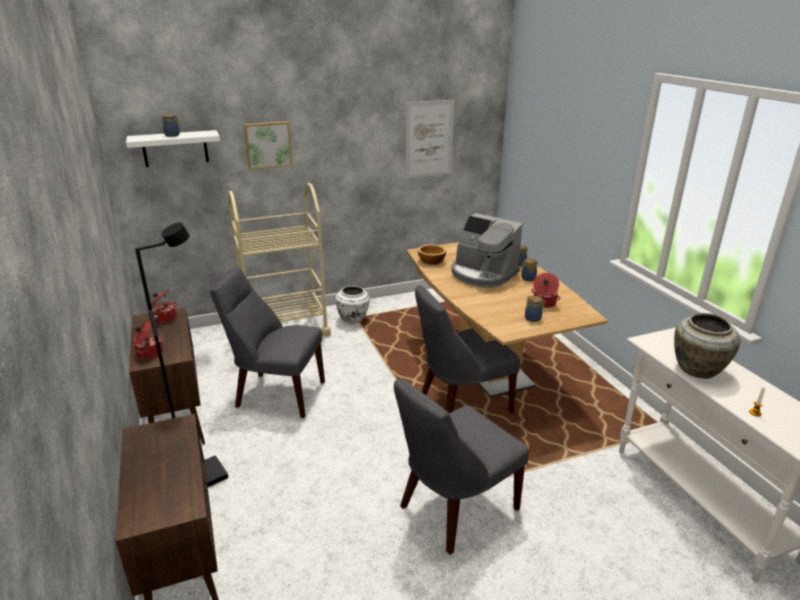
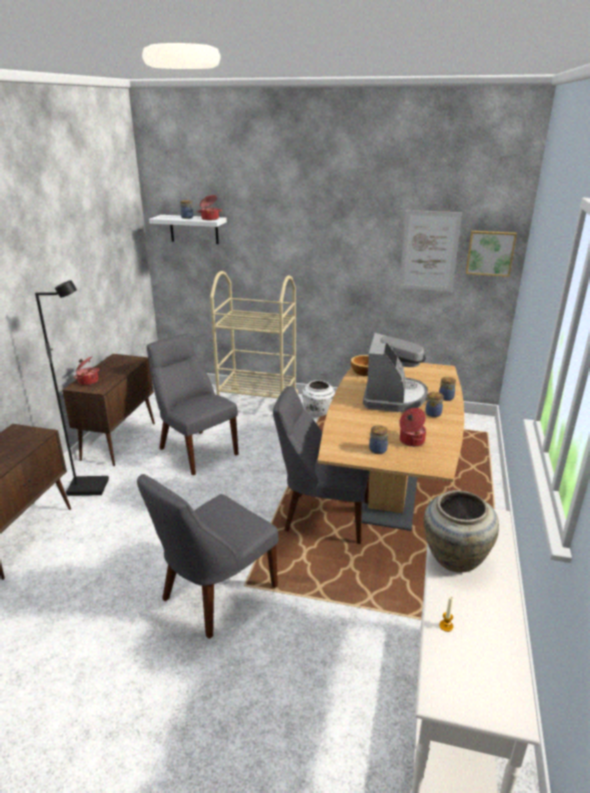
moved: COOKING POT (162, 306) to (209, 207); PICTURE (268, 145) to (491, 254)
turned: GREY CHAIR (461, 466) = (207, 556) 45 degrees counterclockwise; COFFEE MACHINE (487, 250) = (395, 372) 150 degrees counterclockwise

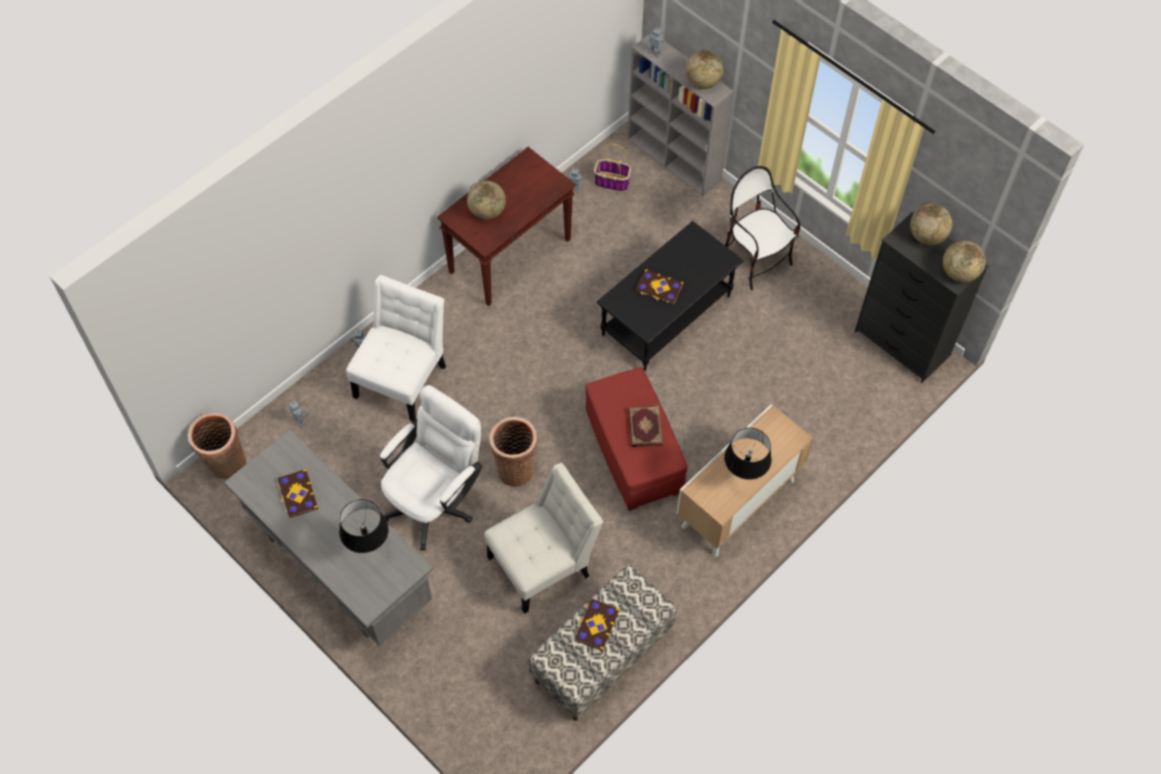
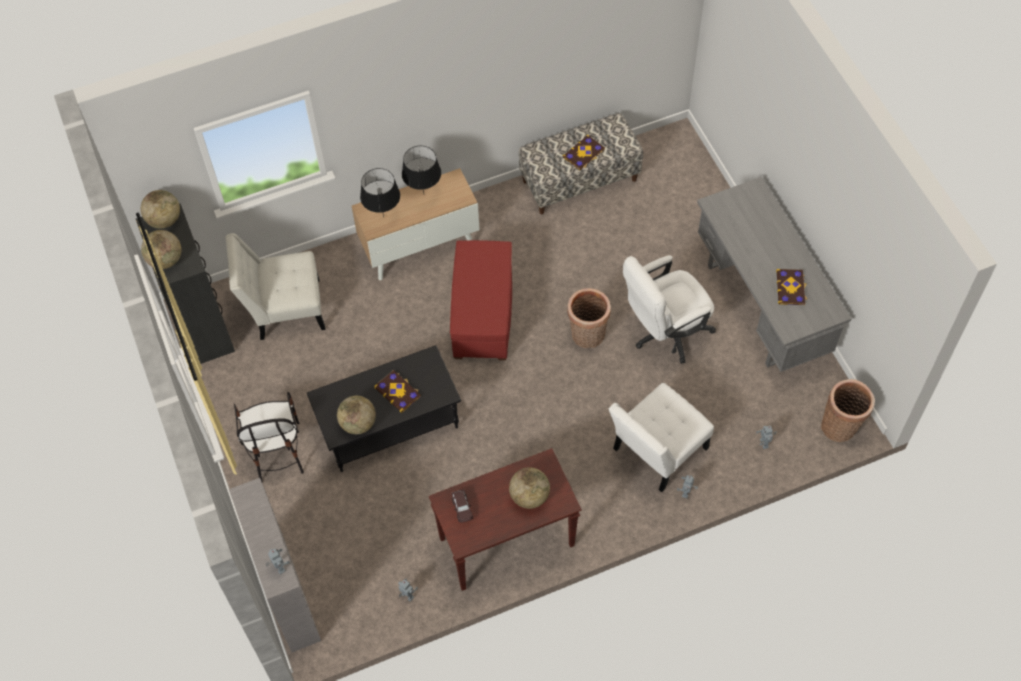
removed: BASKET (612, 168); BOOK (645, 426)
added: BROWN TOY CAR (462, 506)
moved: BLACK TABLE LAMP (364, 526) to (380, 193); WHITE CHAIR (544, 538) to (276, 286); GLOBE (704, 69) to (356, 415)

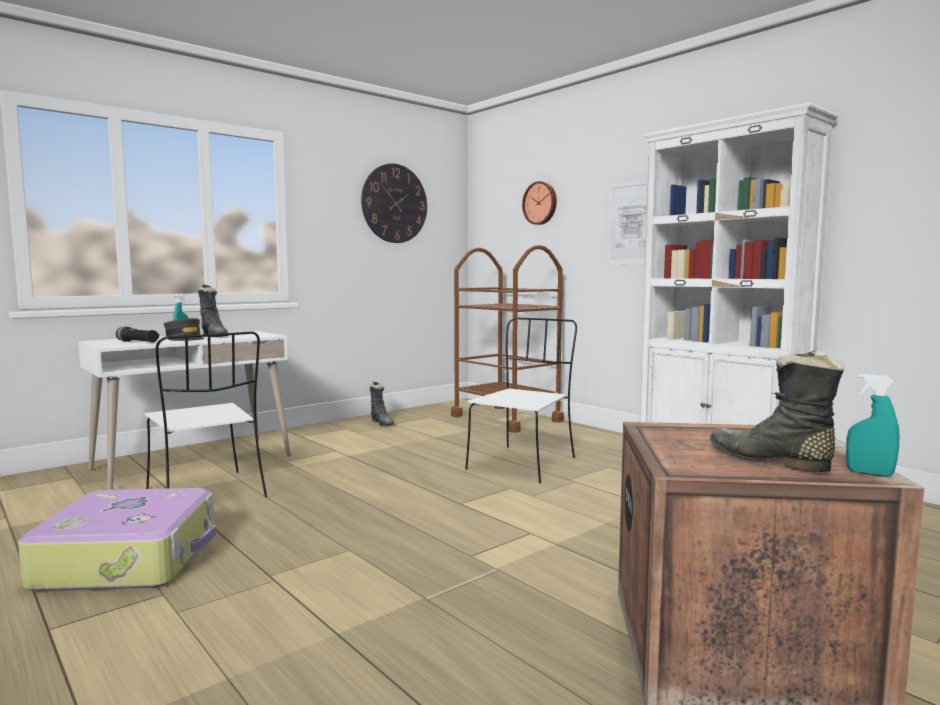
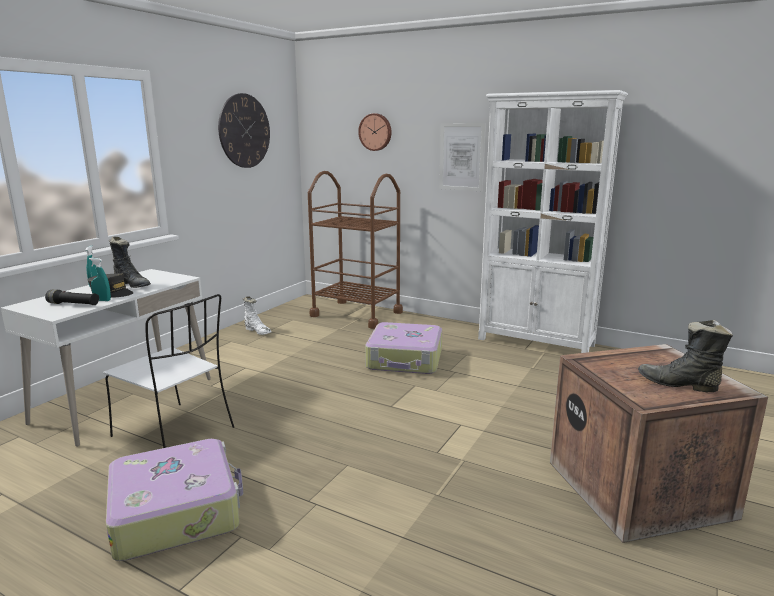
moved: TURQUOISE SPRAY BOTTLE (872, 425) to (100, 279)
replaced: WHITE CHAIR (521, 400) to SUITCASE (403, 348)
recoloured: BLACK BOOT (382, 403) to WHITE BOOT (257, 315)

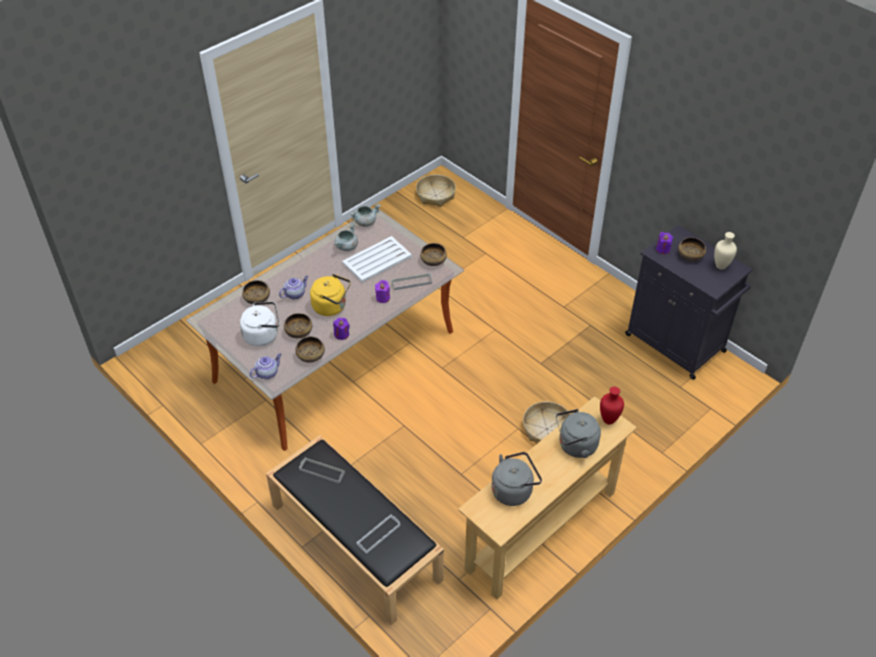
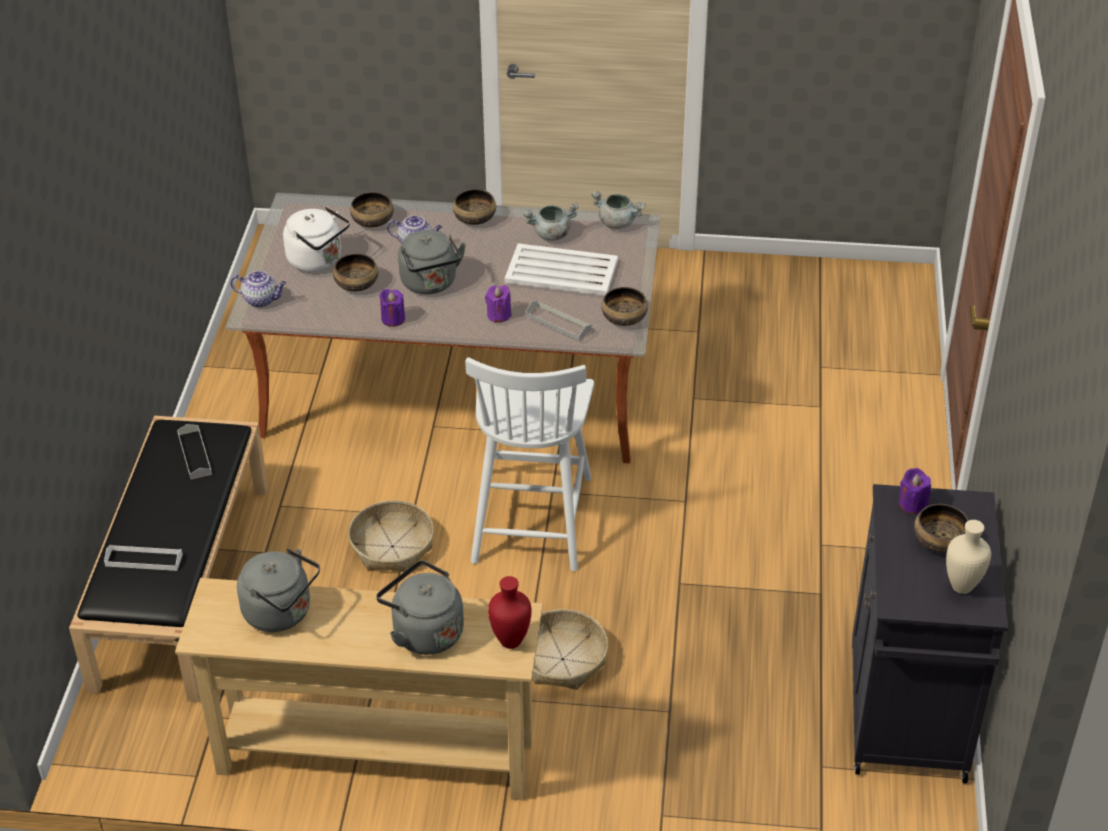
added: WHITE CHAIR (529, 464)
moved: BOWL (310, 349) to (474, 207); BASKET (436, 191) to (391, 536)
recoloured: YELLOW KETTLE (330, 295) to GREY KETTLE (432, 262)

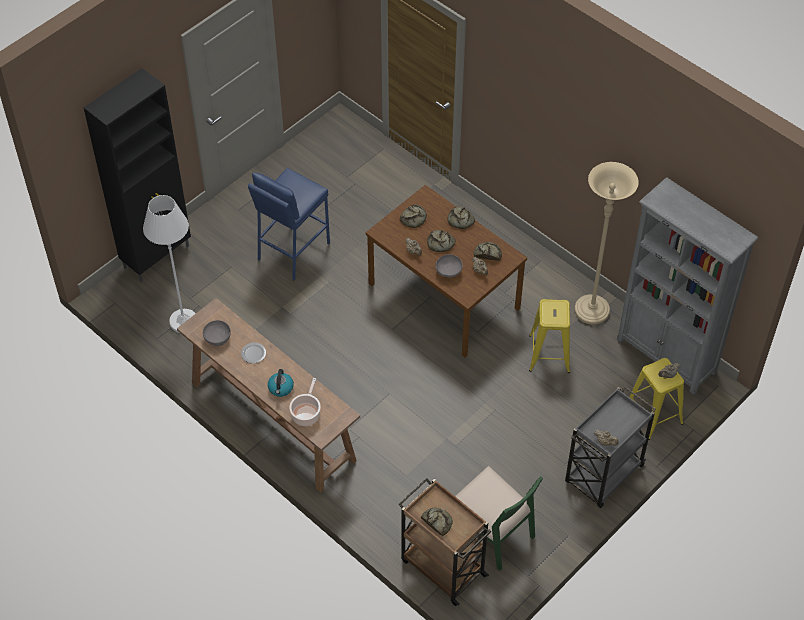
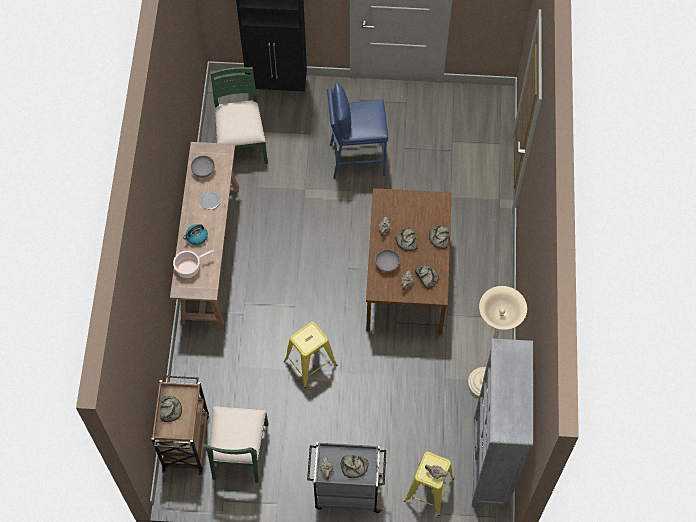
moved: BREAD (413, 216) to (354, 466); YELLOW STOOL (549, 336) to (310, 355)
replaced: WHITE FLOOR LAMP (169, 264) to GREEN CHAIR (239, 115)

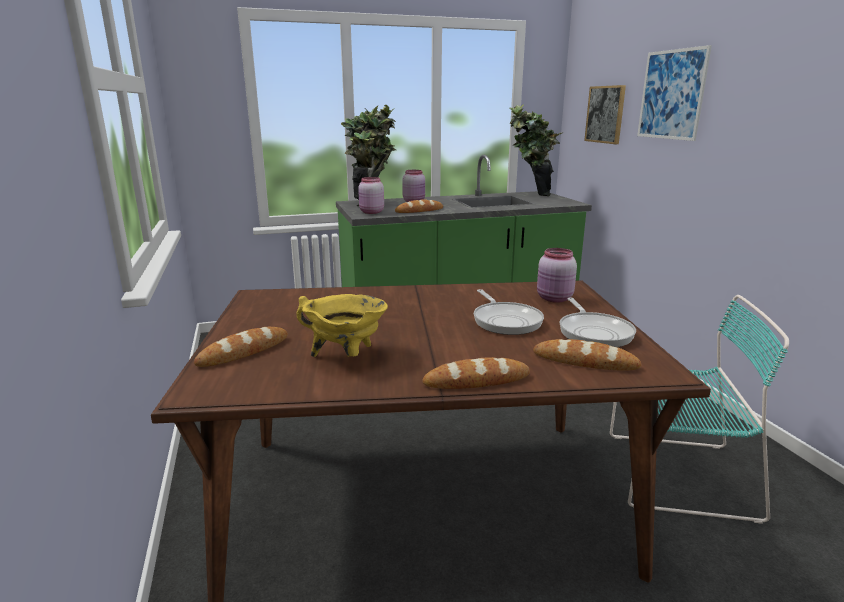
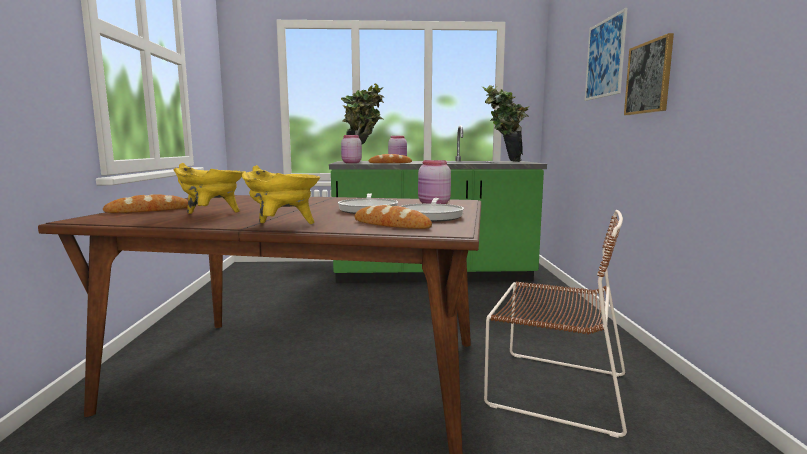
moved: PICTURE (605, 114) to (649, 74)
replaced: BREAD (476, 373) to YELLOW COOKING POT (281, 194)
recoloured: TURQUOISE CHAIR (699, 409) to BROWN CHAIR (555, 324)

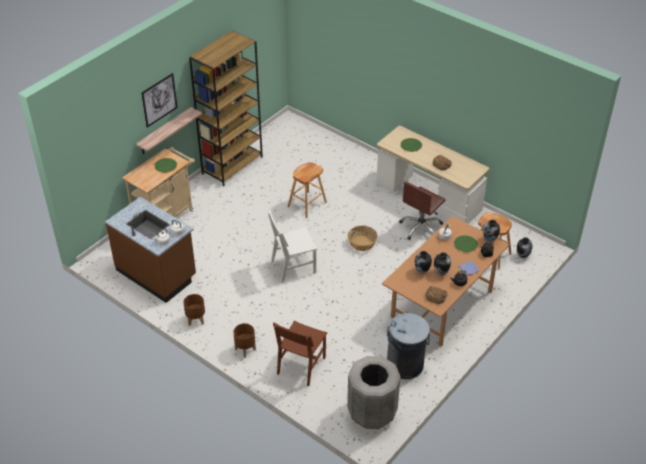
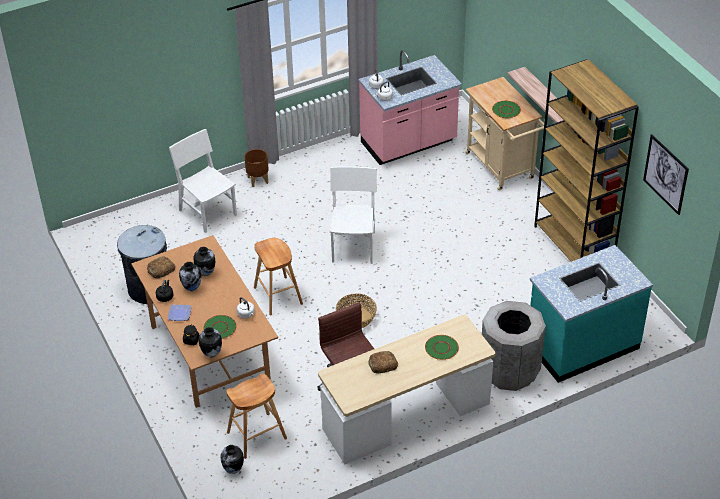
removed: BROWN PLANTER (194, 310)
added: TURQUOISE COUNTER (591, 314)
moved: PICTURE (159, 100) to (666, 174); BROWN STOOL (307, 190) to (278, 276); GREY TRASH CAN (373, 392) to (514, 346)
recoloured: BROWN COUNTER (150, 250) to PINK COUNTER (410, 107); BROWN CHAIR (300, 353) to WHITE CHAIR (203, 181)

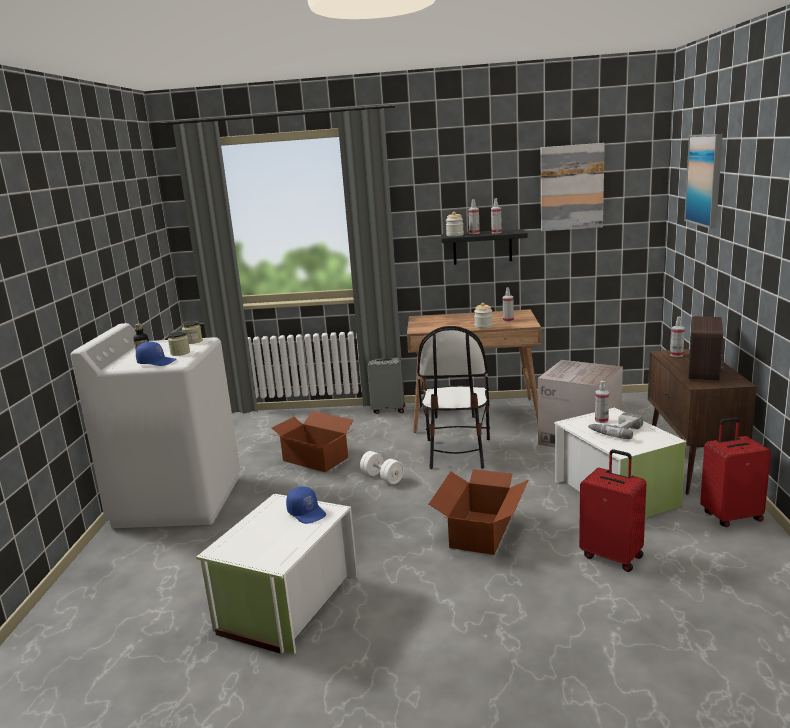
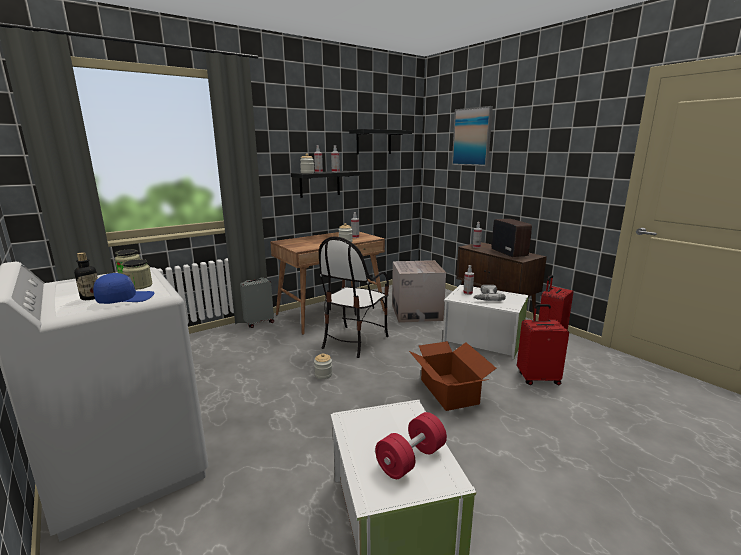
removed: CARDBOARD BOX (312, 441); BLUE CAP (306, 505)
added: RED DUMBBELL (411, 445)
replaced: WHITE DUMBBELL (382, 467) to JAR (323, 366); PICTURE (573, 187) to BLACK SHELF (380, 141)
turned: CHAIR (453, 397) = (354, 297) 60 degrees clockwise

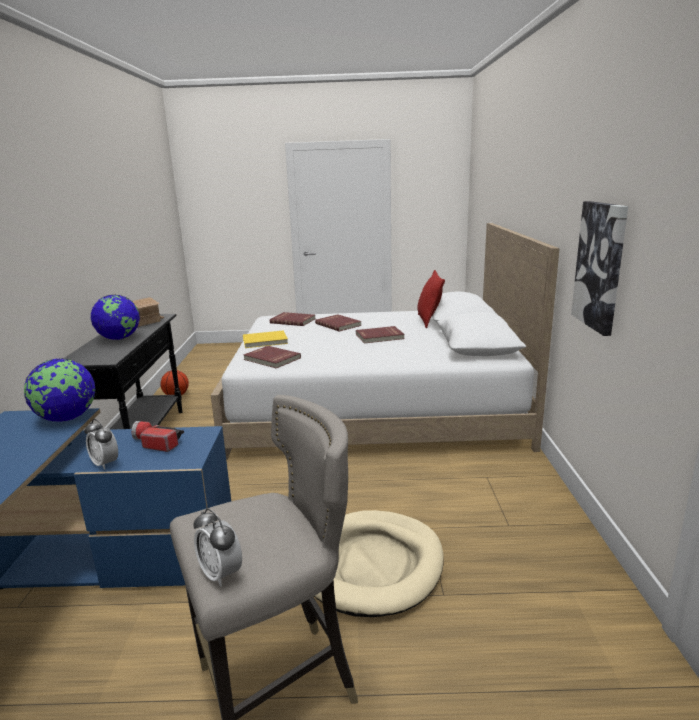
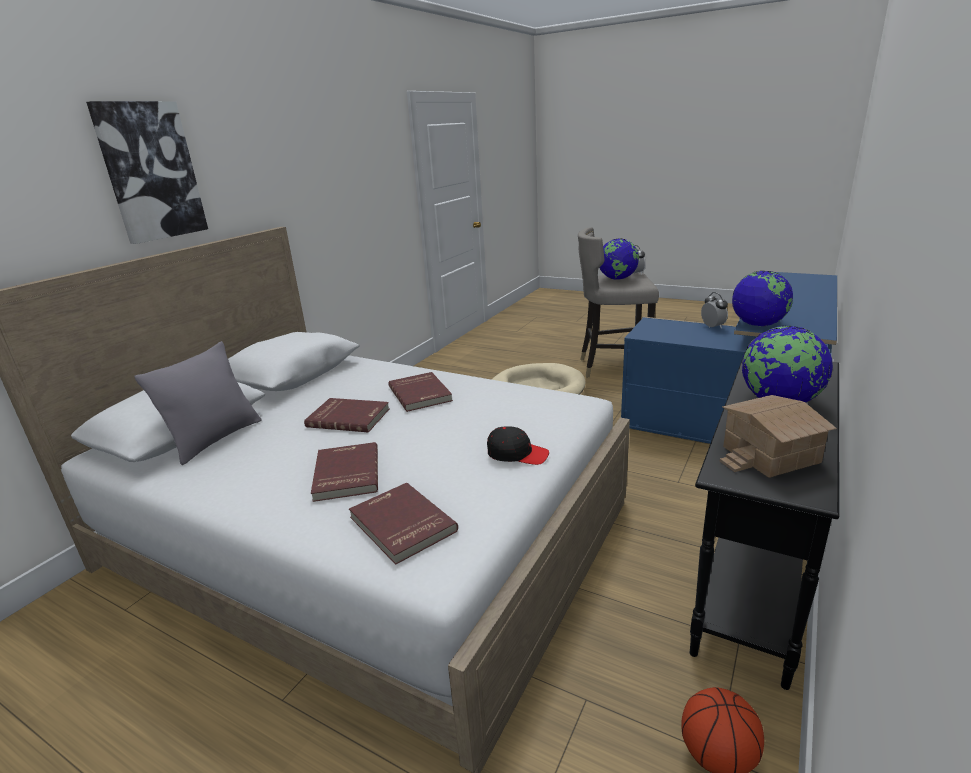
removed: FLASHLIGHT (157, 436)
added: GLOBE (619, 259)
moved: RED BOOK (272, 357) to (420, 392); PICTURE (599, 268) to (147, 172)
replaced: YELLOW BOOK (265, 339) to BLACK CAP (518, 446)
recoloured: RED PILLOW (431, 299) to GREY PILLOW (198, 403)

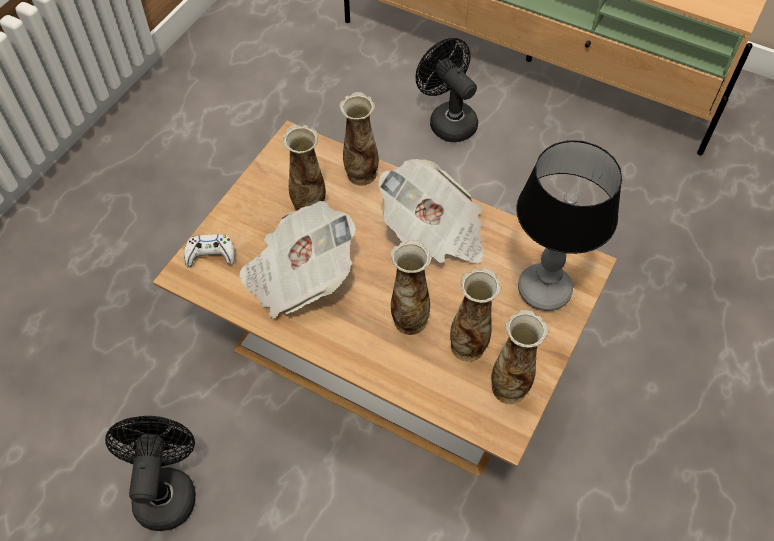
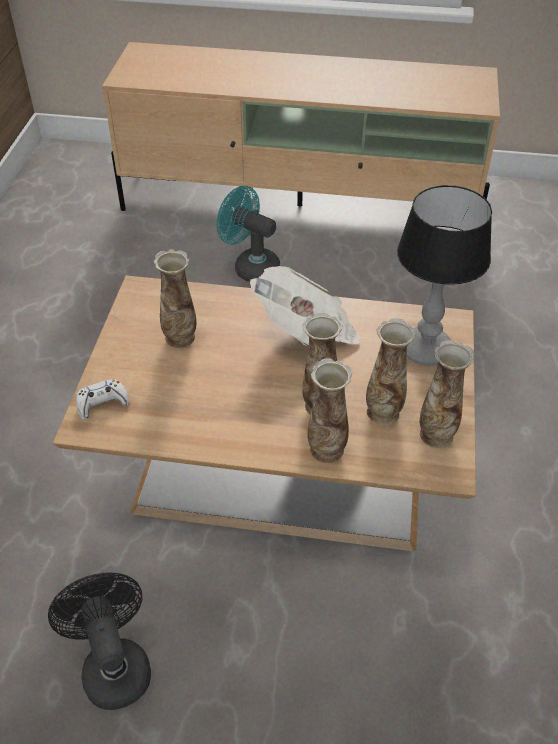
removed: NEWSPAPER (298, 259)
moved: VASE (359, 139) to (329, 410)
recoloured: BLACK FAN (447, 90) to TURQUOISE FAN (248, 234)

